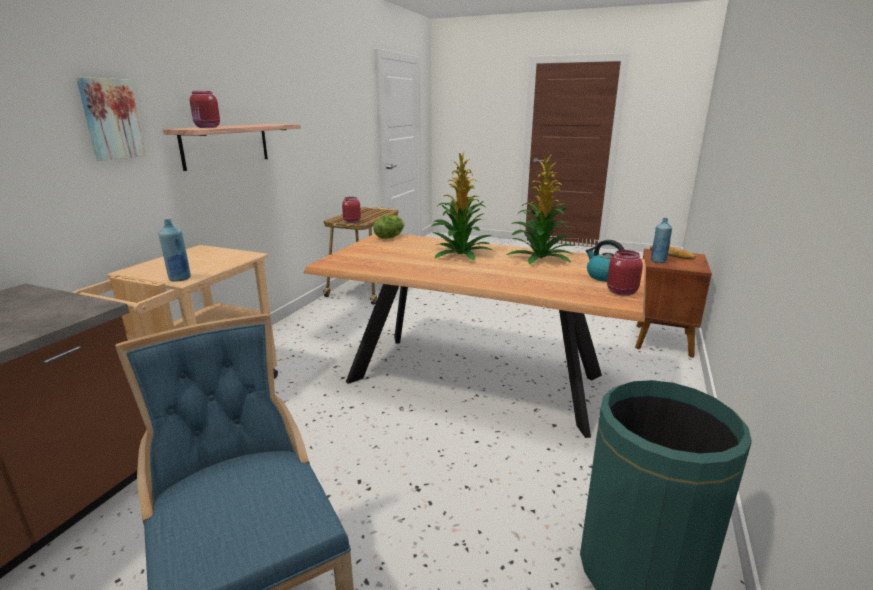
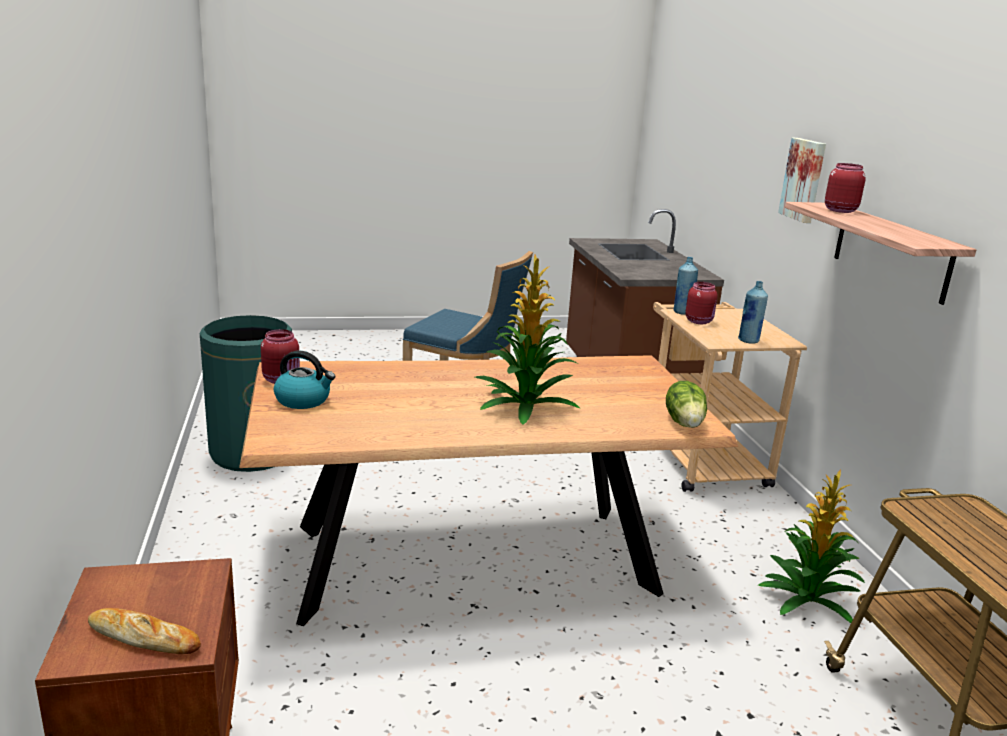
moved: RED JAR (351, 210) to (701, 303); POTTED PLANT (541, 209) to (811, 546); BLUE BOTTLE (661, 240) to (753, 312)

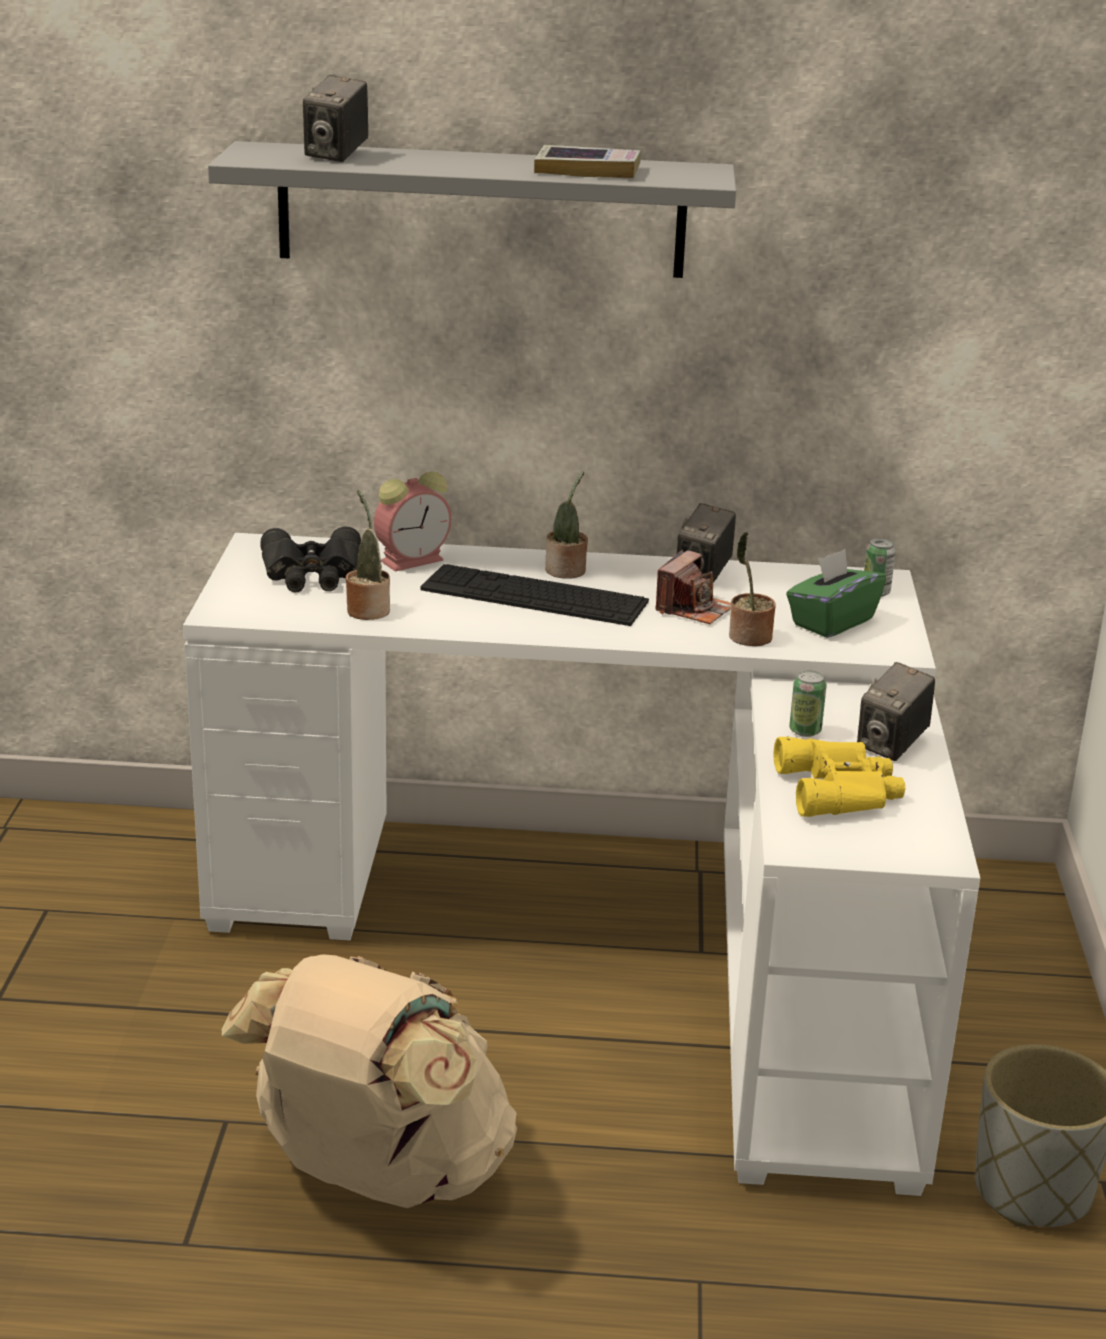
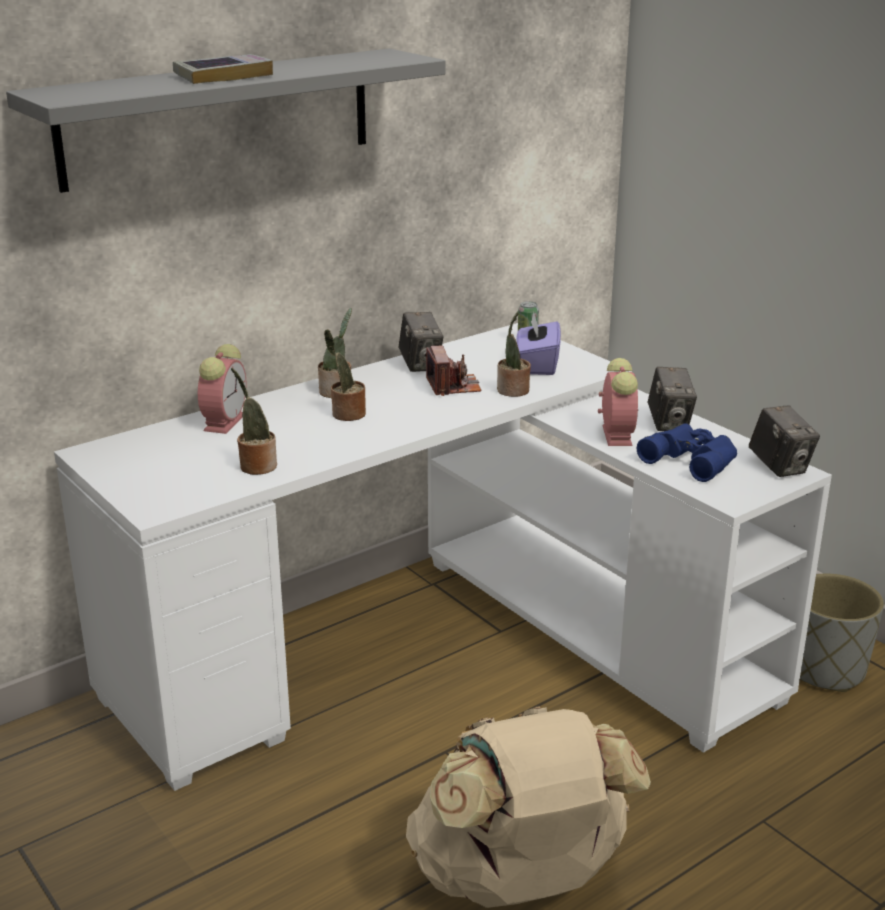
removed: BLACK BINOCULARS (310, 560)
moved: PHOTO CAMERA (335, 118) to (784, 441); BOOK (587, 161) to (223, 69)
replaced: KEYBOARD (534, 595) to POTTED PLANT (345, 375); CAN (807, 703) to ALARM CLOCK (618, 402)
recoloured: YELLOW BINOCULARS (839, 777) to BLUE BINOCULARS (687, 452); GREEN TISSUE BOX (836, 593) to PURPLE TISSUE BOX (538, 343)

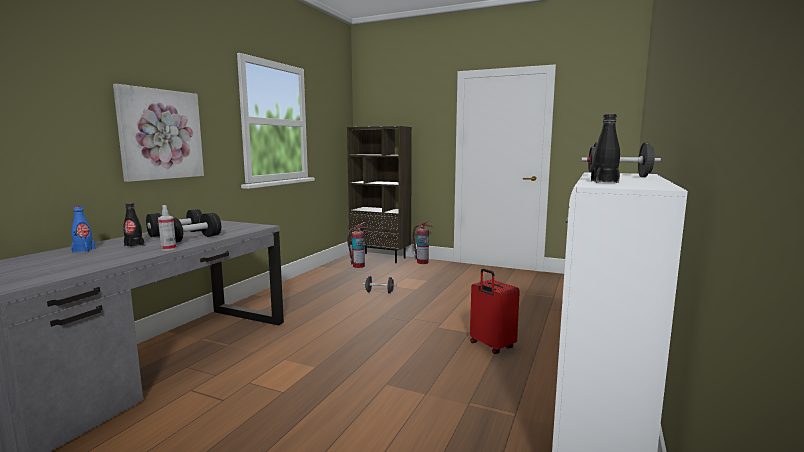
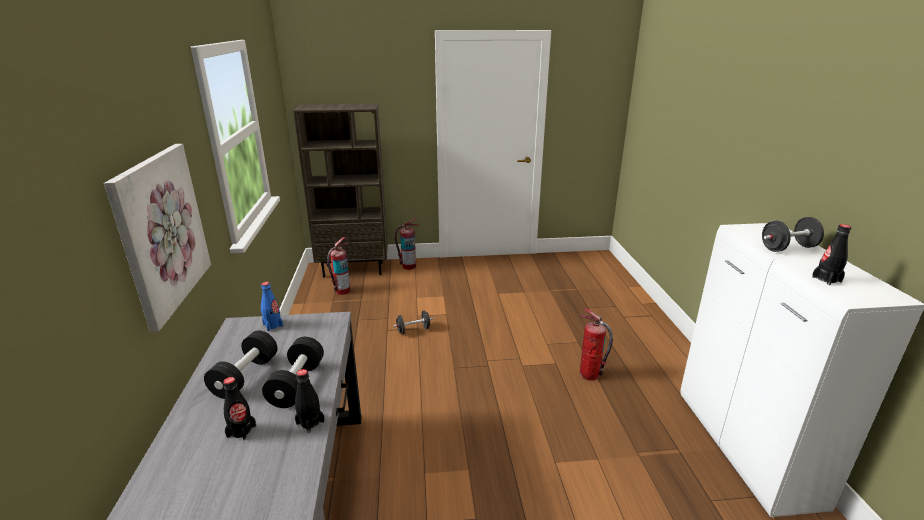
moved: BLUE BOTTLE (83, 229) to (272, 306)
replaced: SPRAY BOTTLE (167, 228) to BLACK BOTTLE (310, 401); RED SUITCASE (495, 311) to FIRE EXTINGUISHER (596, 344)

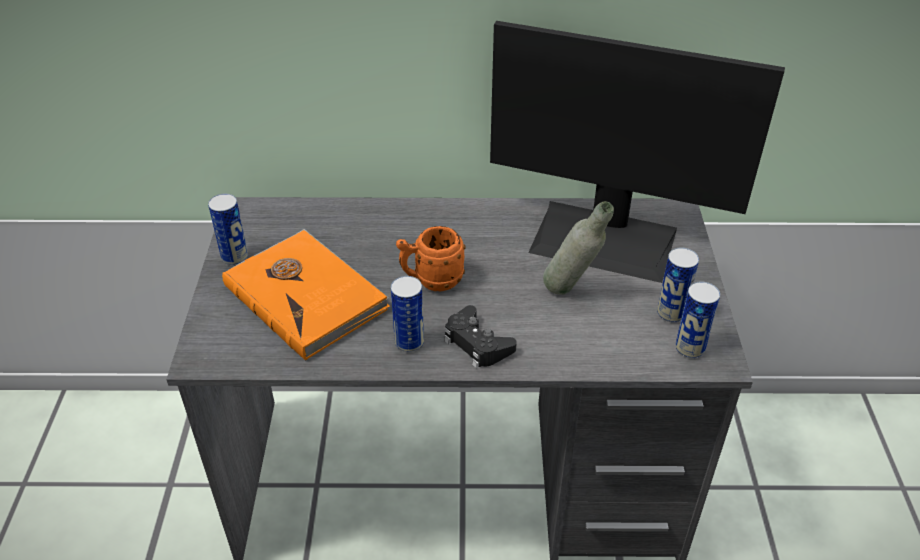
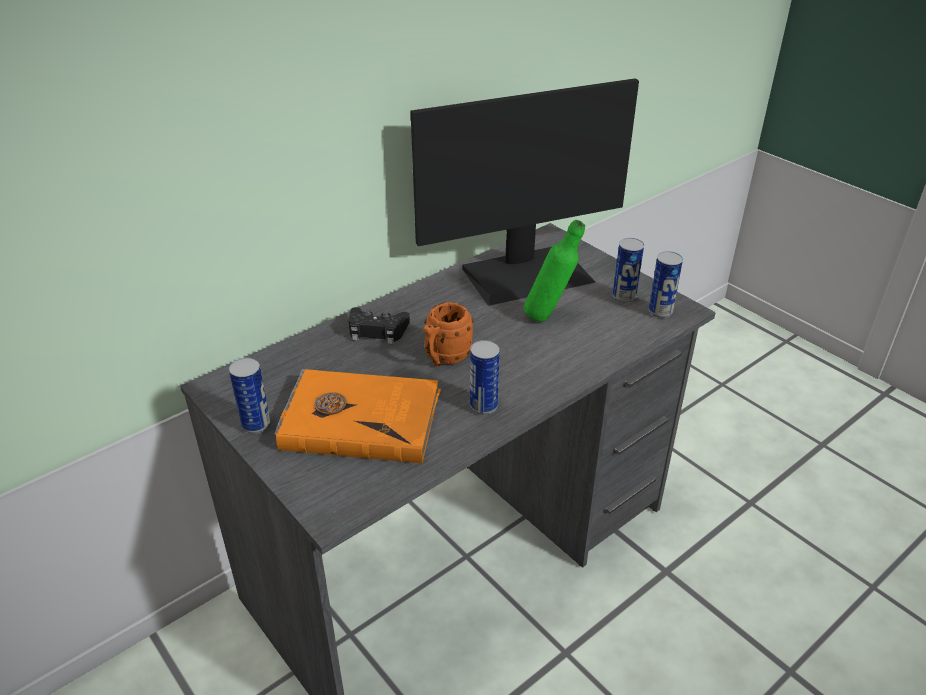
moved: BLACK GAME CONTROLLER (480, 337) to (379, 325)
recoloured: GREY BOTTLE (578, 248) to GREEN BOTTLE (554, 271)

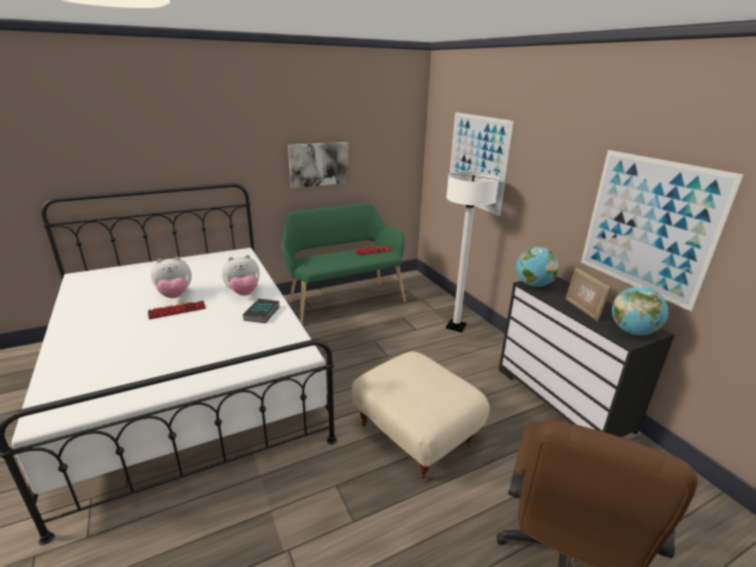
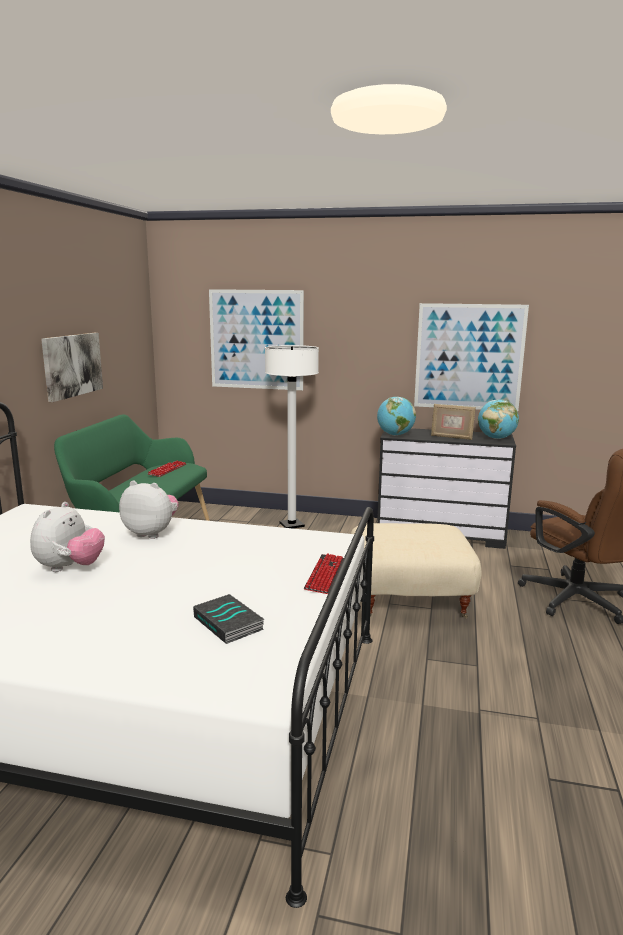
moved: KEYBOARD (177, 310) to (324, 573); BOOK (261, 311) to (228, 619)
turned: PLUSH TOY (241, 275) = (149, 509) 90 degrees counterclockwise

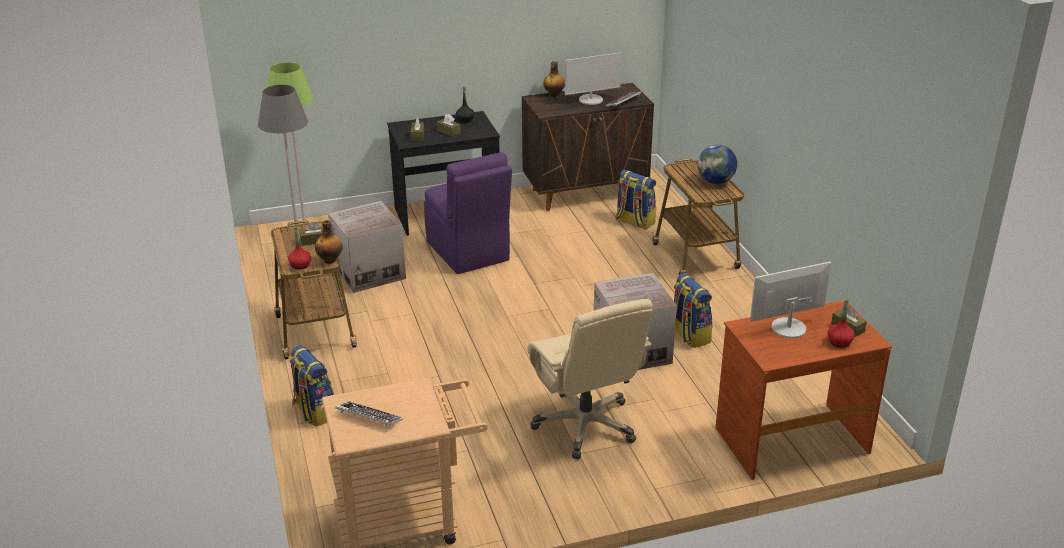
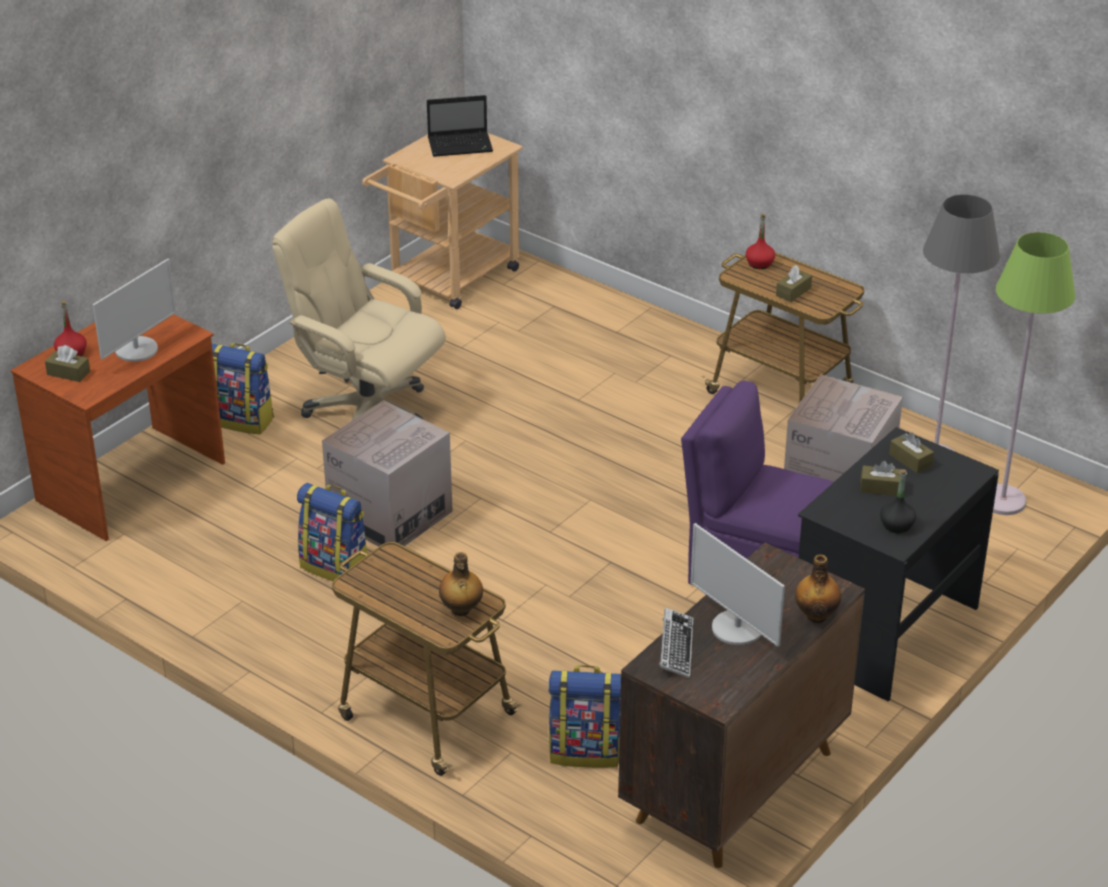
removed: GLOBE (717, 164)
moved: BACKPACK (311, 386) to (243, 388); BOTTLE (329, 242) to (461, 584)
replaced: KEYBOARD (369, 413) to LAPTOP (460, 126)
turned: MONITOR (593, 78) = (737, 585) 75 degrees counterclockwise

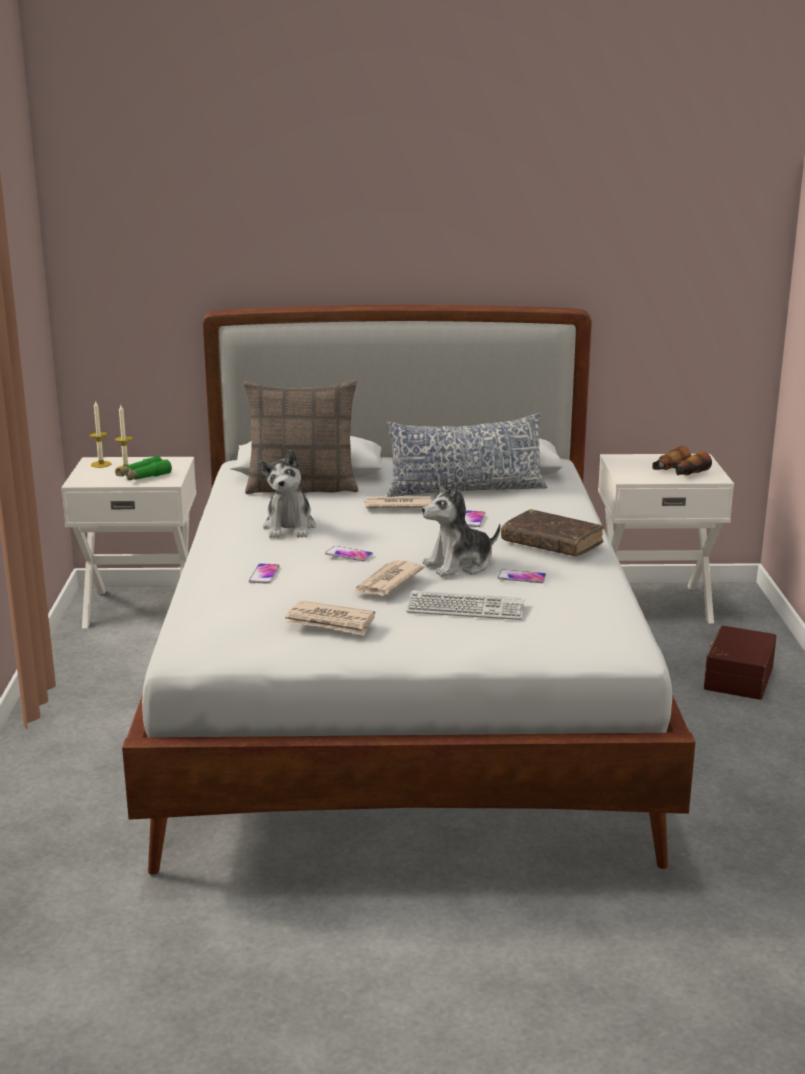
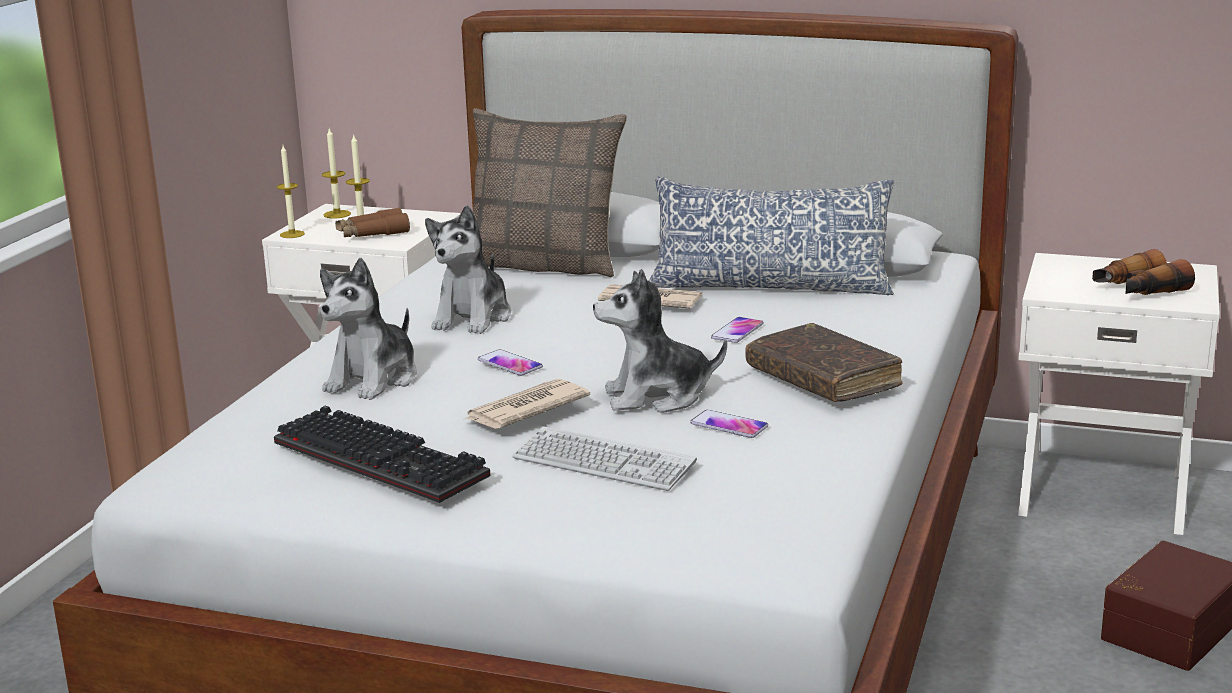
added: CANDLE (291, 191)
replaced: PHONE (264, 573) to PLUSH TOY (368, 329); NEWSPAPER (330, 618) to KEYBOARD (382, 454)
recoloured: GREEN BINOCULARS (143, 468) to BROWN BINOCULARS (372, 222)

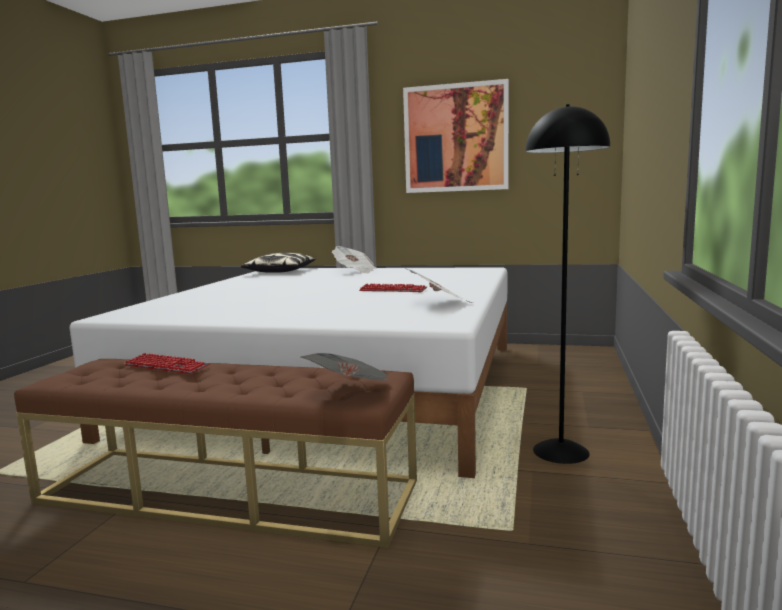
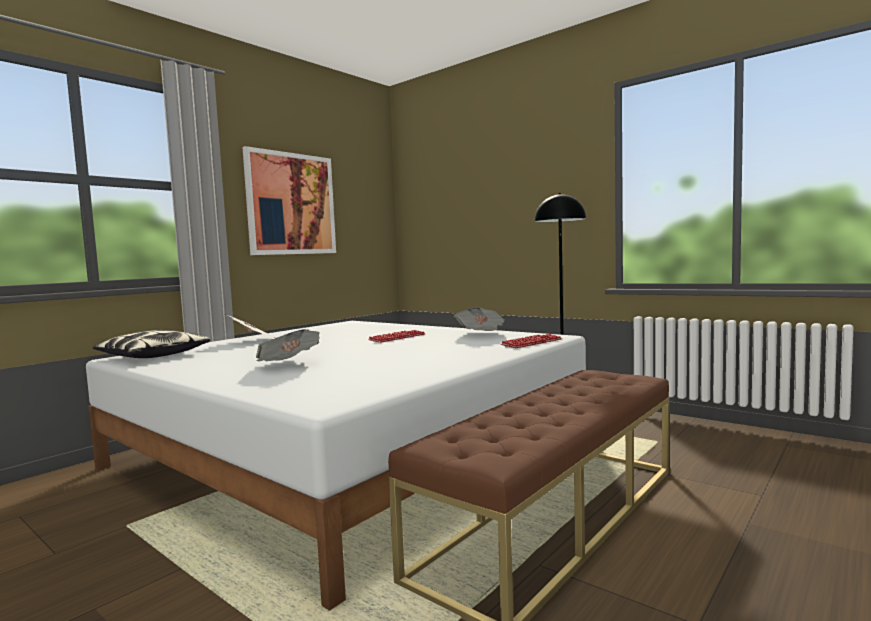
moved: KEYBOARD (167, 363) to (531, 341); NEWSPAPER (345, 367) to (287, 345)

